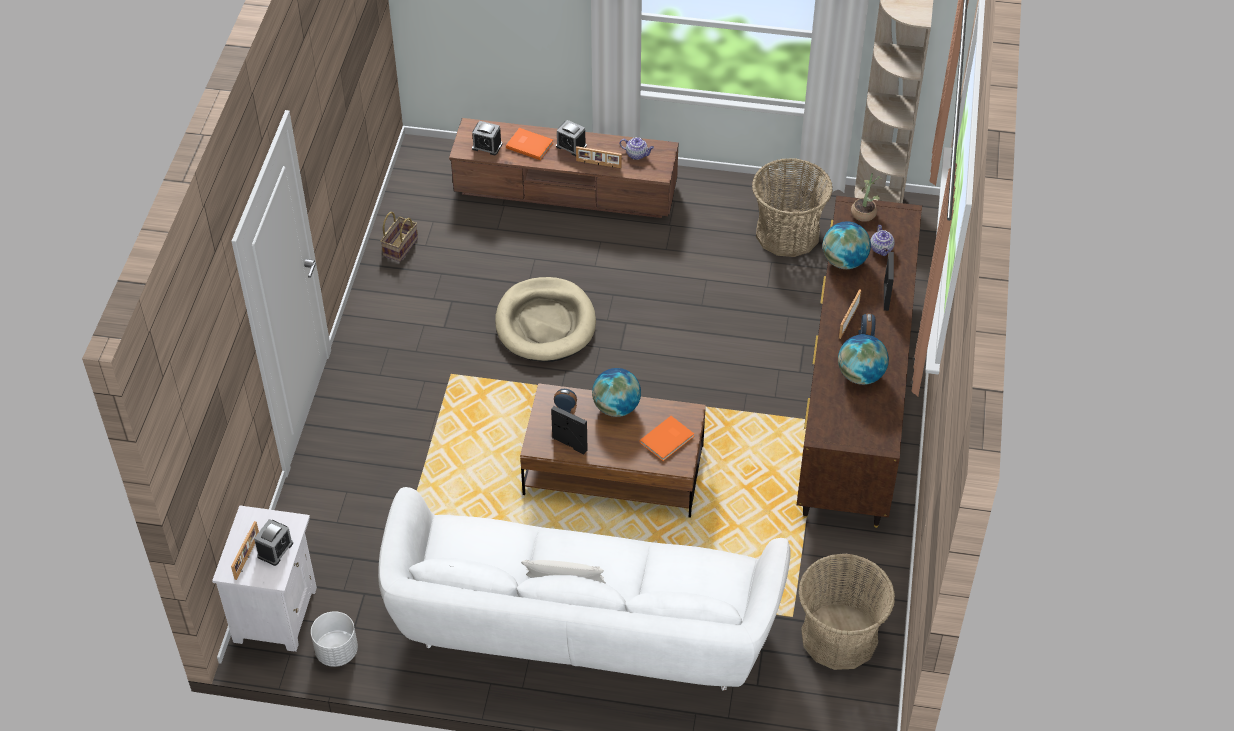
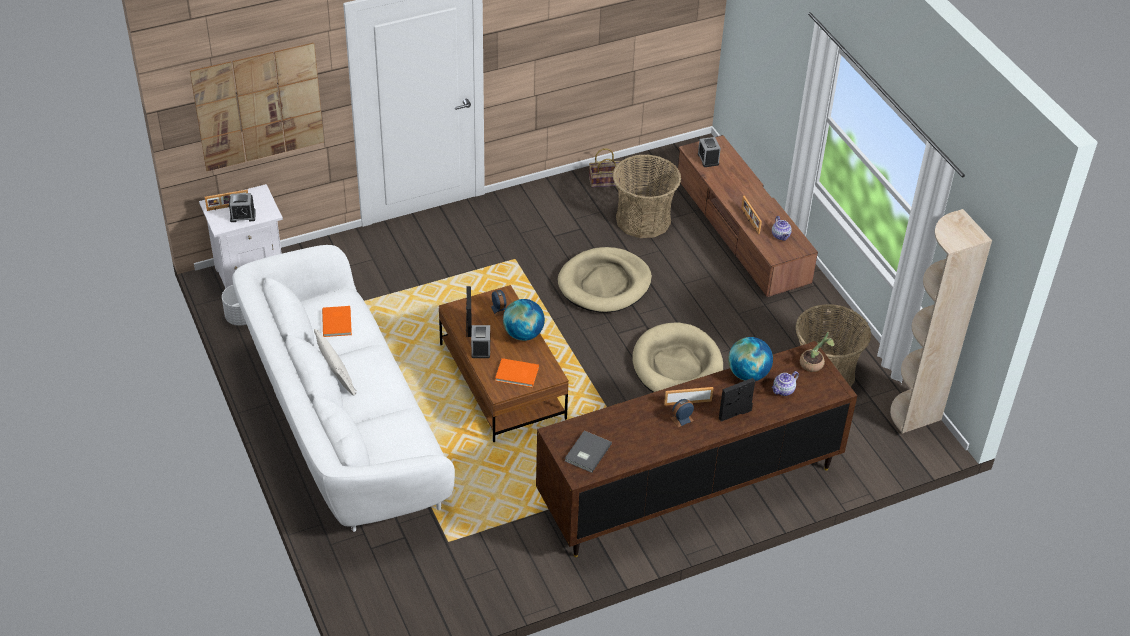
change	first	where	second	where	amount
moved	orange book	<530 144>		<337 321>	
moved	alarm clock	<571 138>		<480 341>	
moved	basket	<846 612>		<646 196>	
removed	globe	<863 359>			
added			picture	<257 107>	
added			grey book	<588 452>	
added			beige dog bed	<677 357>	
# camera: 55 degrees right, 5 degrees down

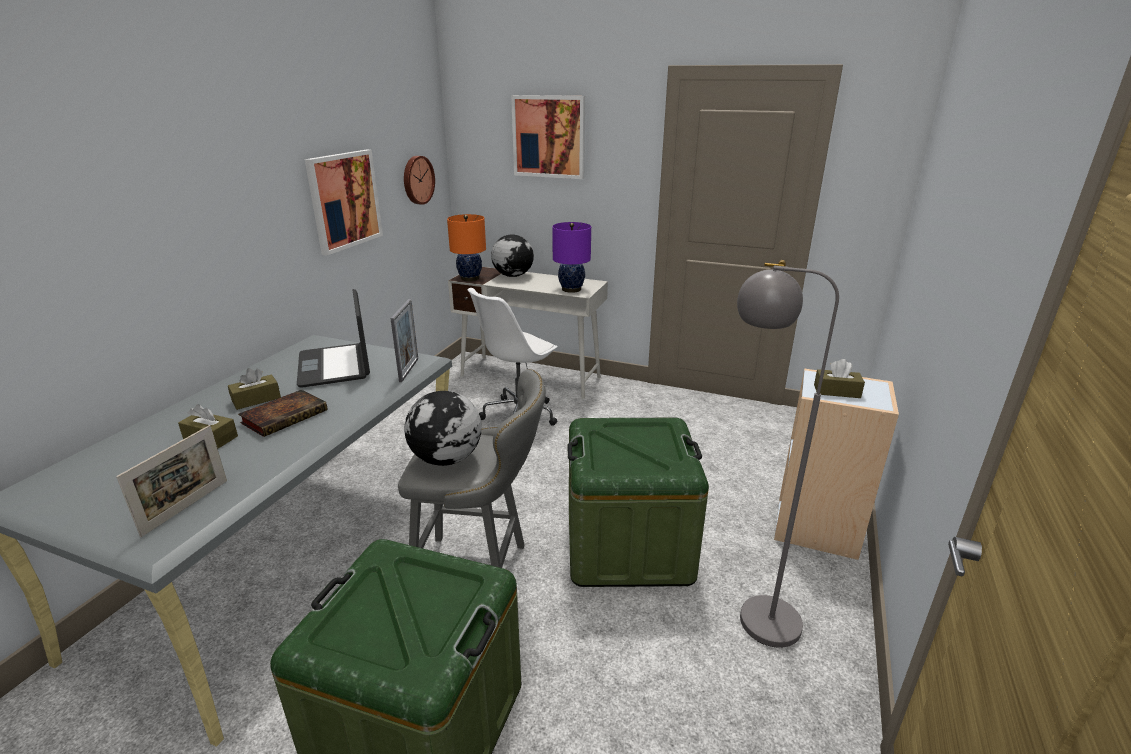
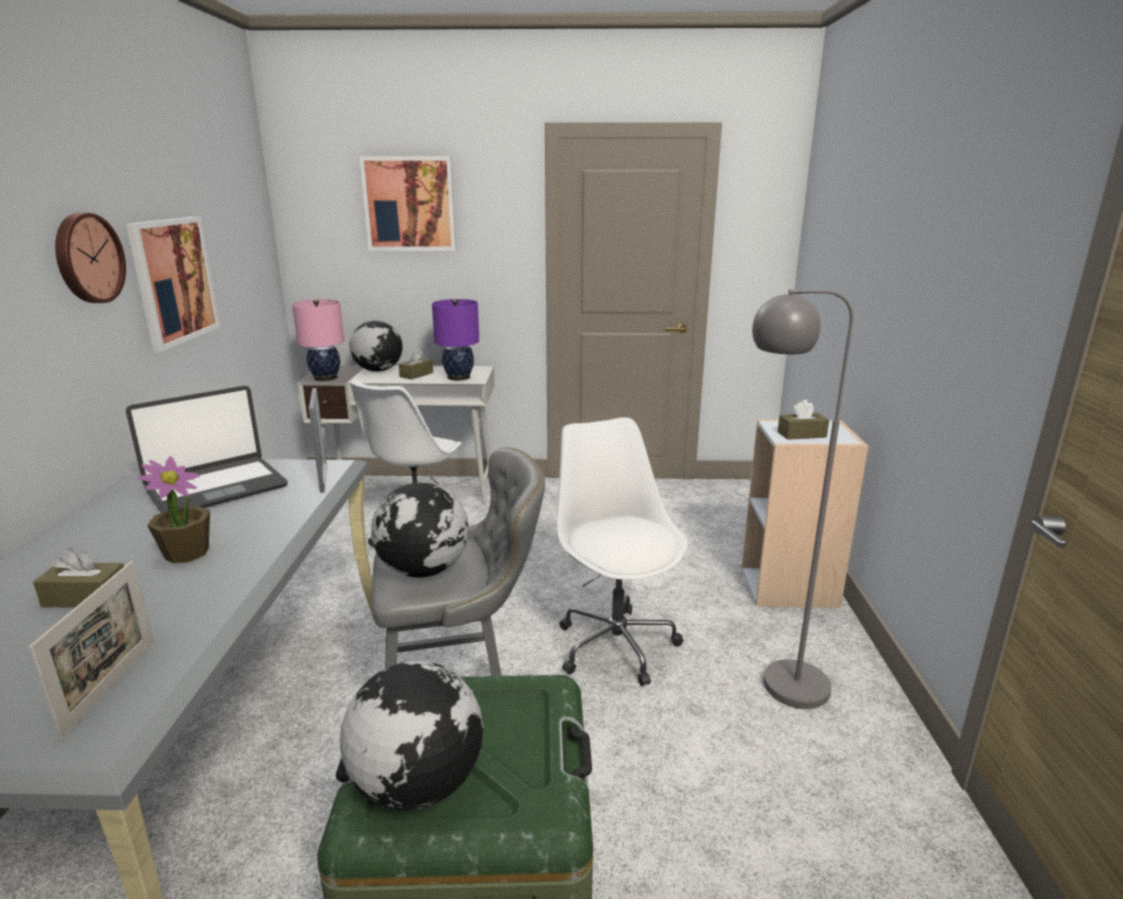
change	first	where	second	where	amount
moved	brown tissue box	<254 389>		<416 364>	
replaced	book	<282 413>	potted plant	<174 509>	
turned	laptop	<333 338>		<207 449>	90 degrees counterclockwise
moved	wall clock	<419 180>		<90 258>	
recoloured	orange table lamp	<466 247>	pink table lamp	<318 340>	
replaced	green storage box	<638 502>	white office chair	<622 551>	
added			globe	<411 735>	
# camera: 20 degrees left, 5 degrees down

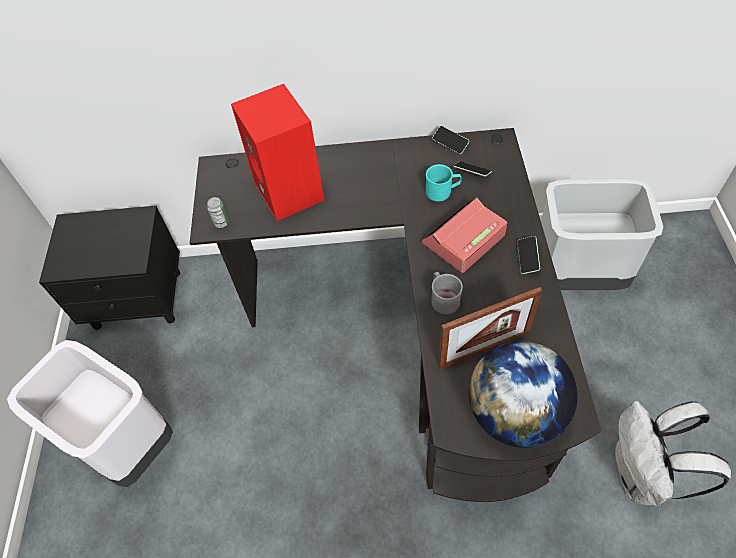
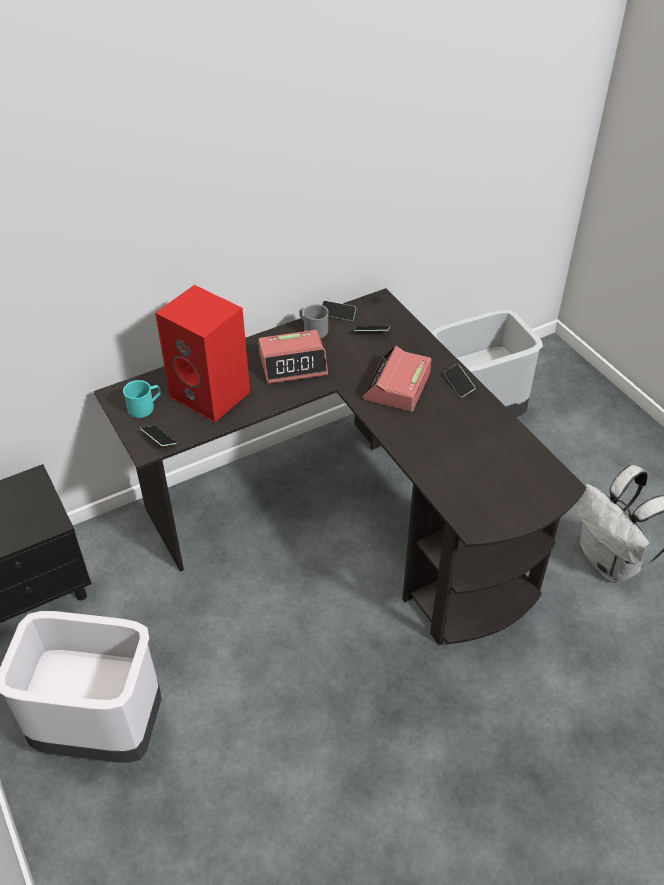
change	first	where	second	where	amount
replaced	can	<217 212>	phone	<158 436>	
moved	turquoise mug	<444 182>		<142 399>	
moved	grey mug	<447 293>		<314 321>	
removed	picture frame	<490 328>			
removed	globe	<523 394>			
added			alarm clock	<293 357>	
# camera: 30 degrees left, 10 degrees down

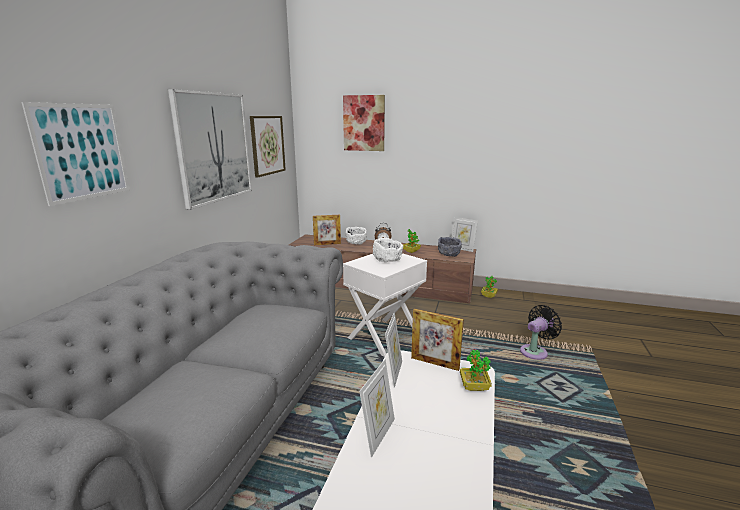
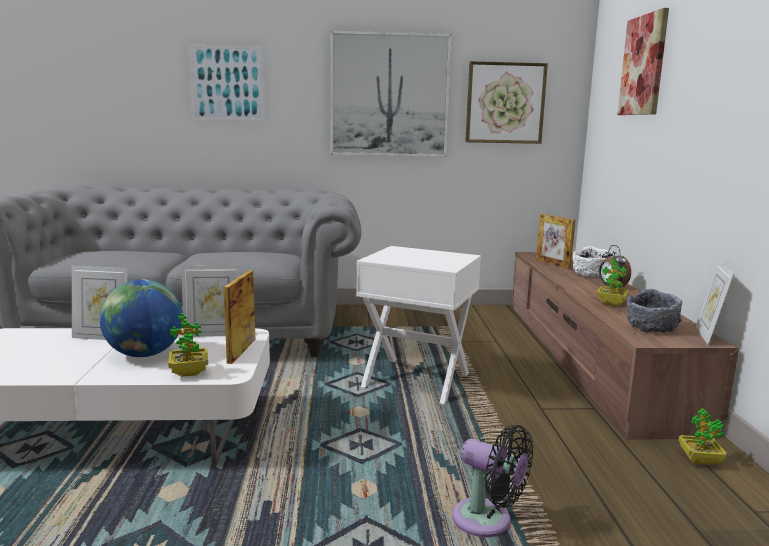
change	first	where	second	where	amount
removed	white bowl	<388 250>			
added			globe	<141 318>	
# camera: 70 degrees right, 5 degrees down

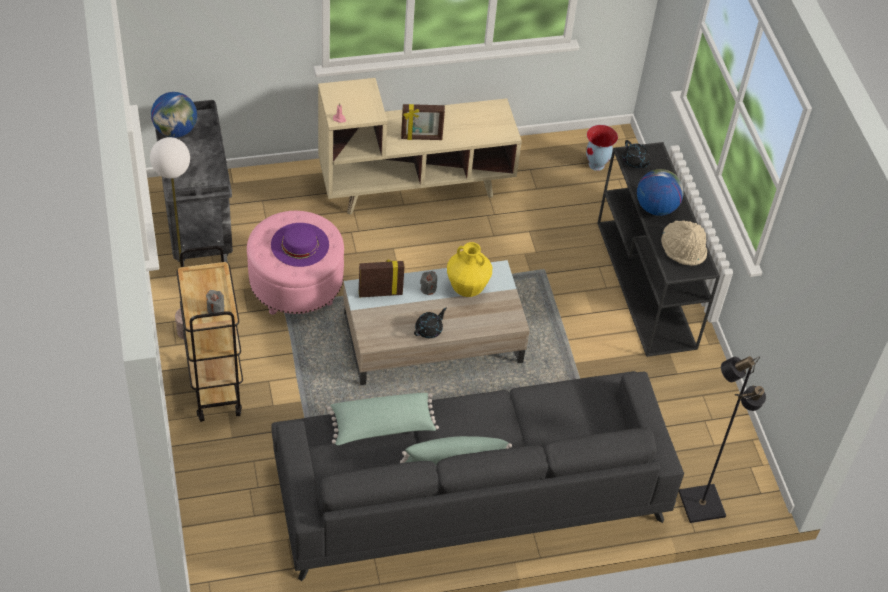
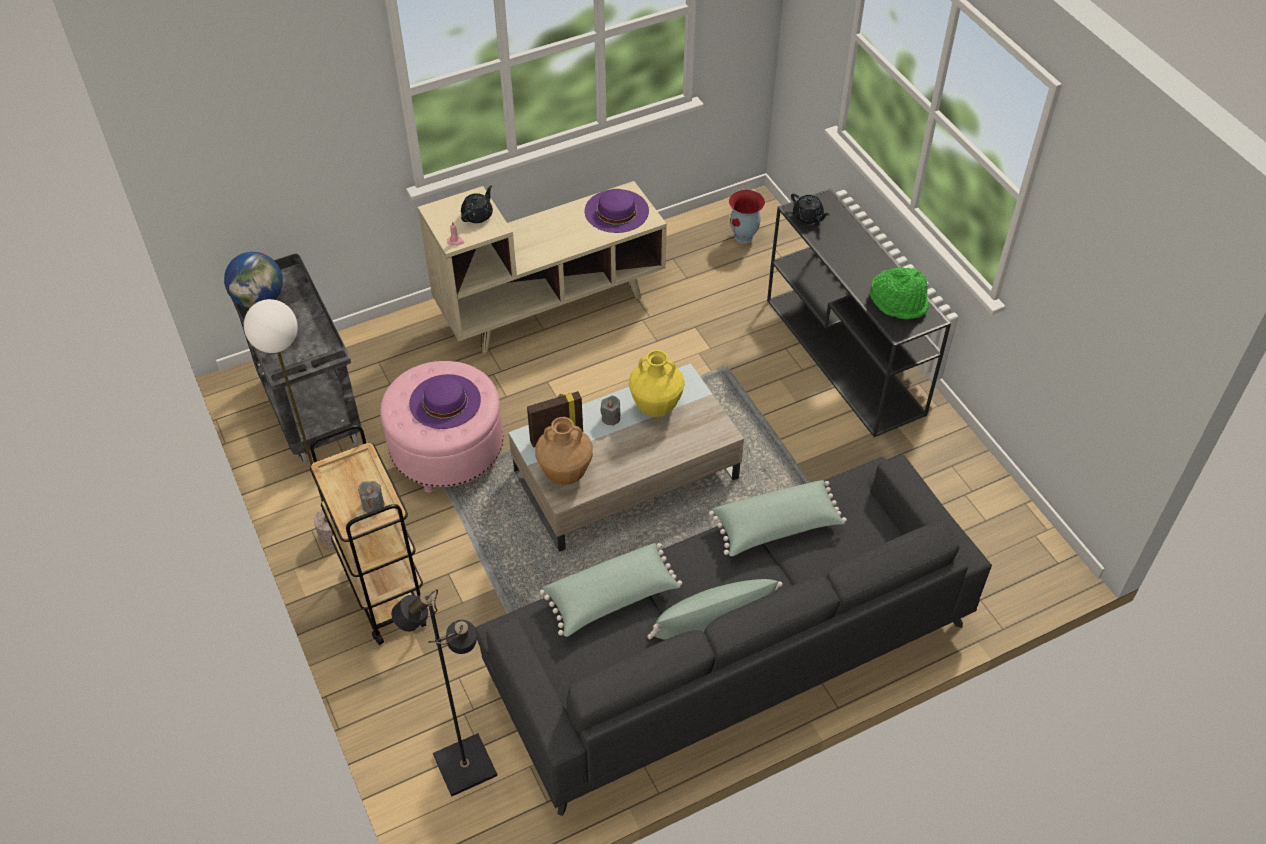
change	first	where	second	where	amount
removed	picture frame	<423 122>			
moved	black teapot	<430 323>		<477 204>	
removed	globe	<660 192>			
recoloured	beige hat	<684 243>	green hat	<899 293>	
moved	black floor lamp	<722 439>		<444 693>	
added			brown vase	<564 451>	
added			purple hat	<617 211>	
added			green pillow	<778 518>	
# camera: 10 degrees left, 0 degrees up

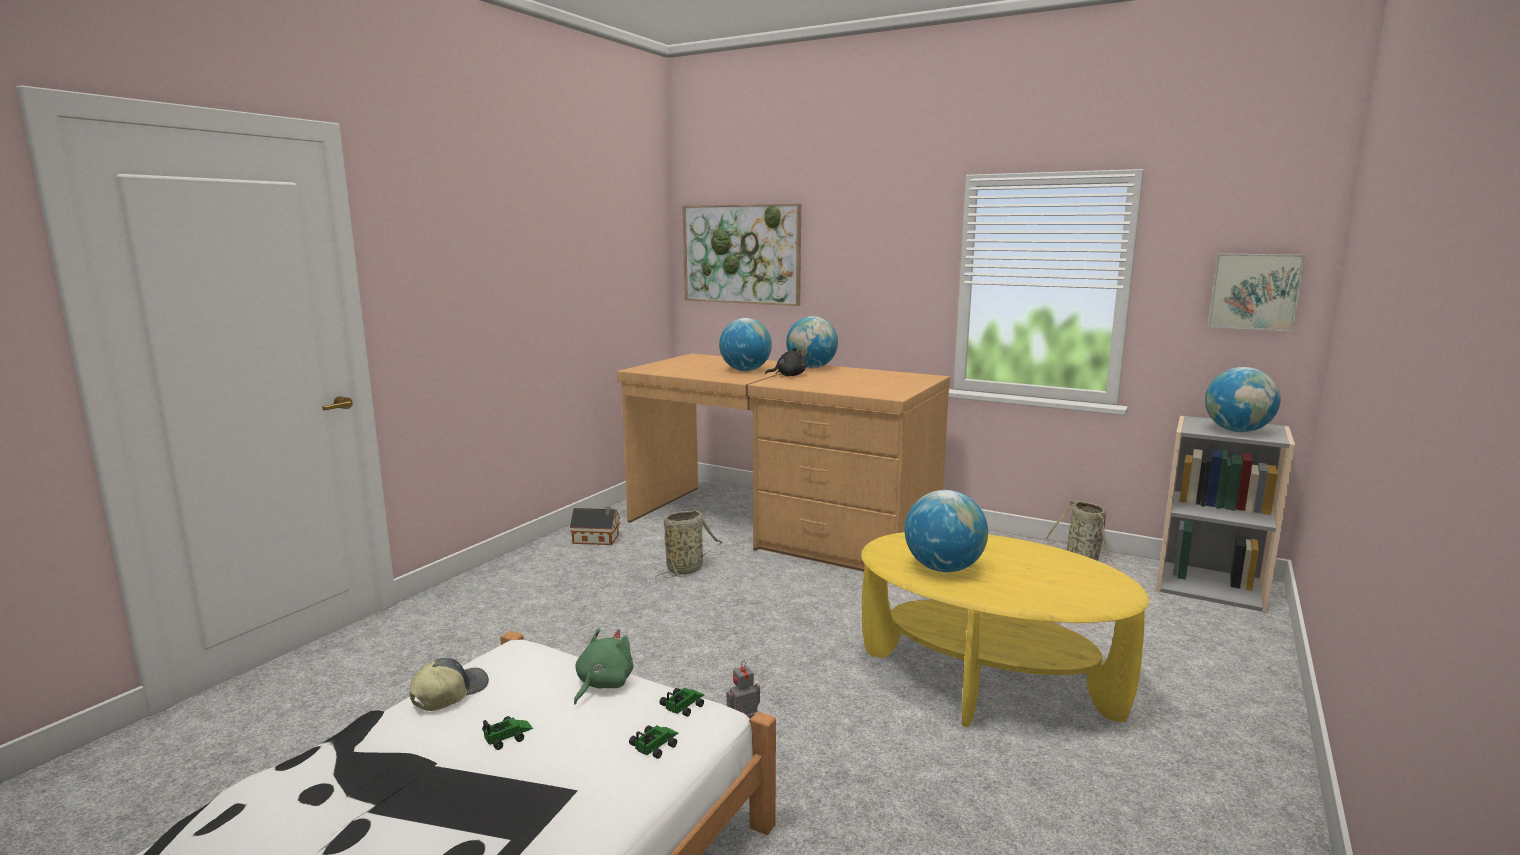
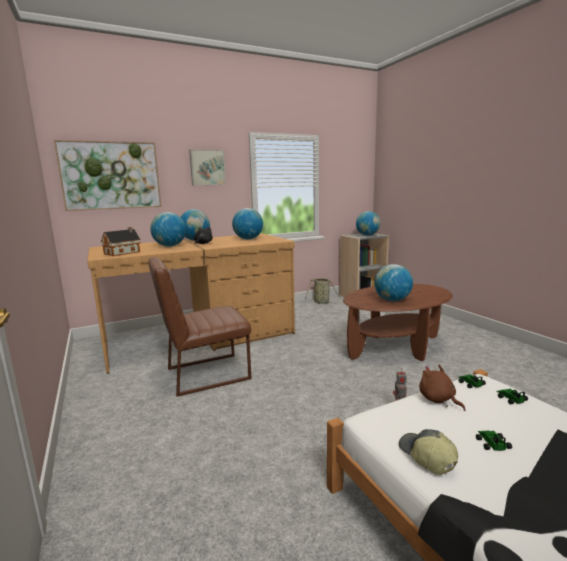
change	first	where	second	where	amount
moved	toy house	<595 526>		<121 241>	
recoloured	green plush toy	<603 666>	brown plush toy	<442 388>	
replaced	basket	<689 544>	brown chair	<199 327>	
recoloured	yellow coffee table	<1005 629>	brown coffee table	<397 322>	
moved	picture	<1256 292>		<207 167>	
added			globe	<247 223>	
# camera: 55 degrees left, 0 degrees up

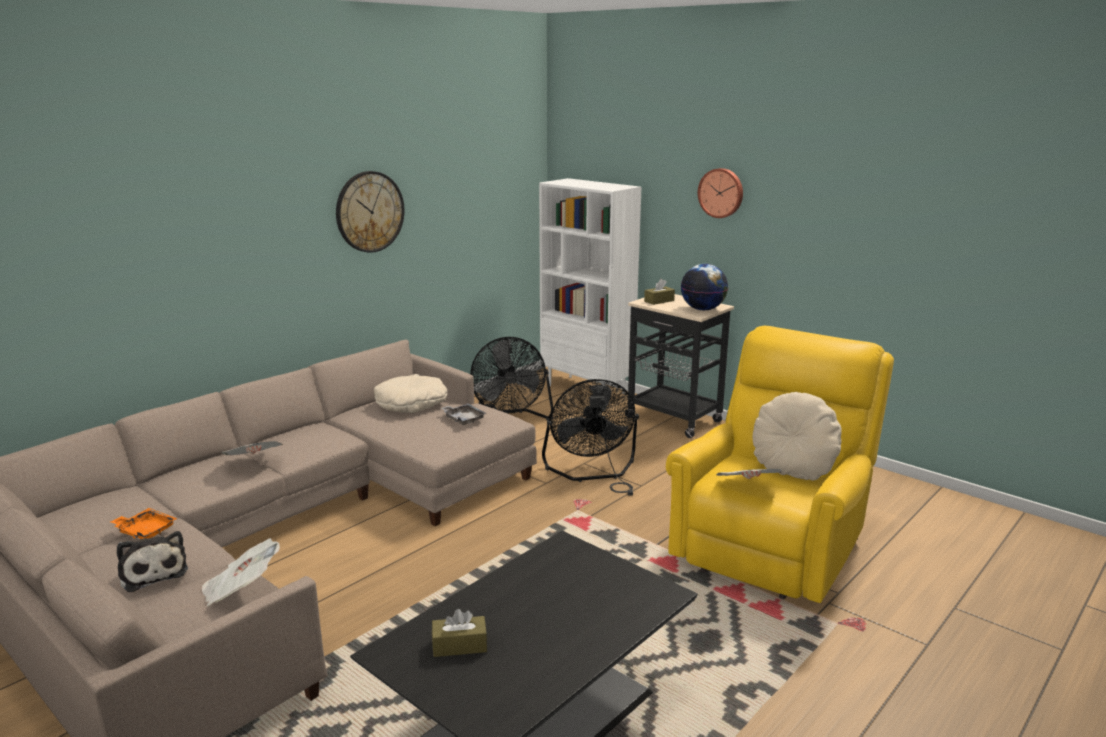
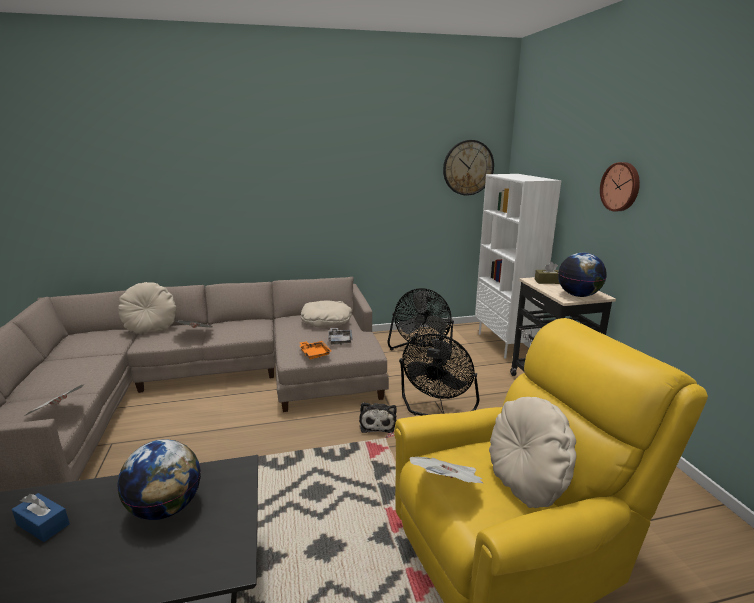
change	first	where	second	where	amount
moved	orange tray	<143 523>		<315 350>	
moved	plush toy	<152 562>		<378 417>	
moved	wall clock	<370 212>		<468 167>	
recoloured	brown tissue box	<459 633>	blue tissue box	<41 517>	
added			globe	<159 479>	
added			beige pillow	<147 308>	
# camera: 35 degrees right, 0 degrees up

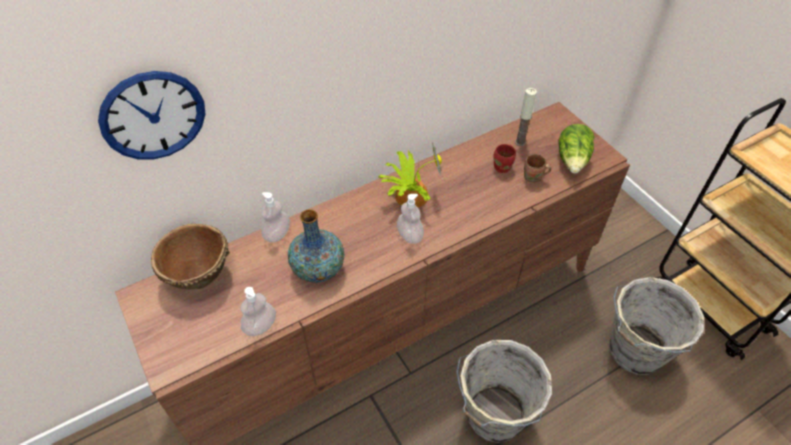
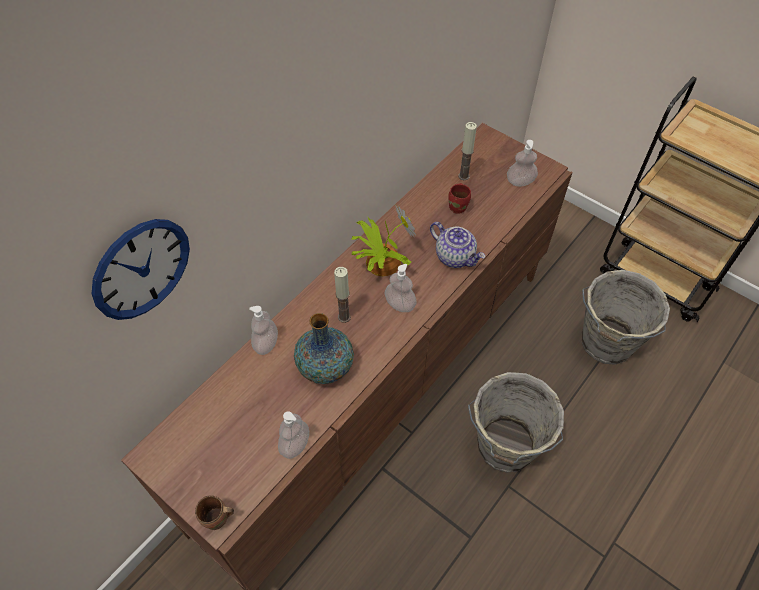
change	first	where	second	where	amount
removed	brown bowl	<190 257>			
moved	brown mug	<537 169>		<214 512>	
replaced	lettuce	<576 149>	soap dispenser	<522 163>	
added			candle	<342 295>	
added			teapot	<457 245>	
# camera: 20 degrees left, 5 degrees up

